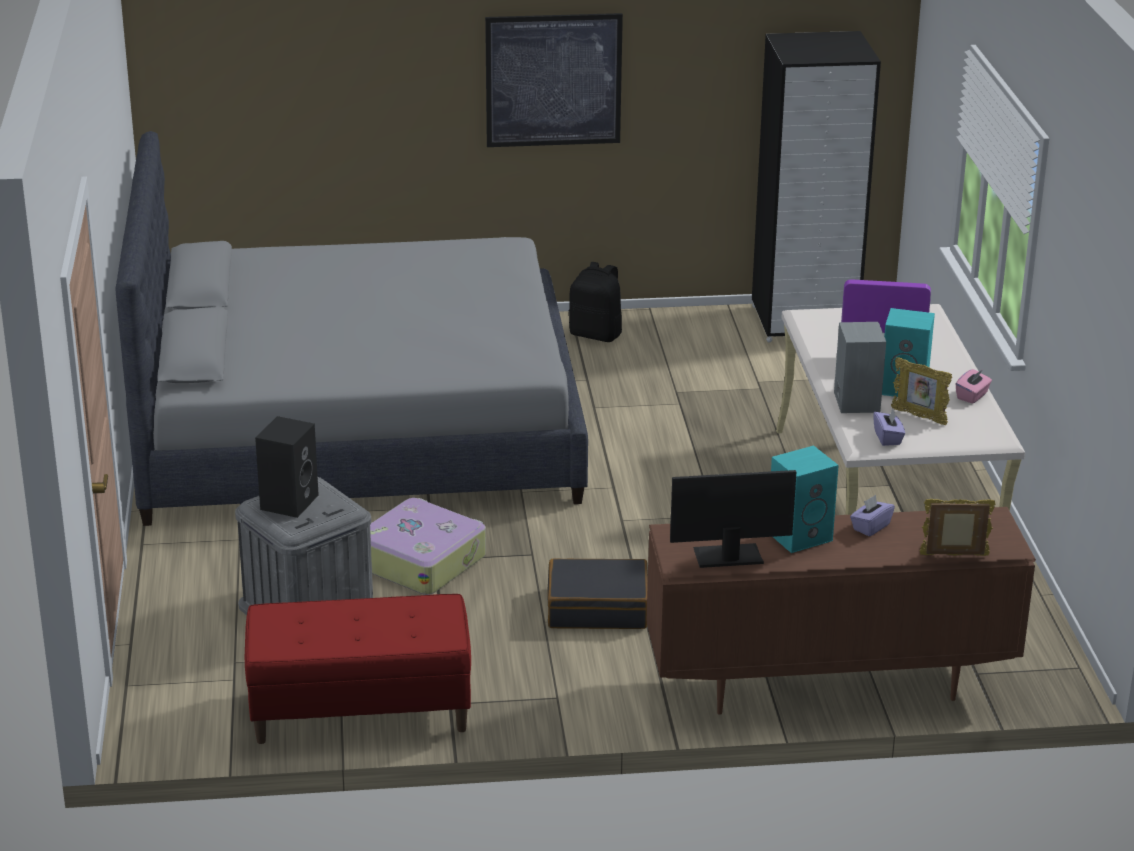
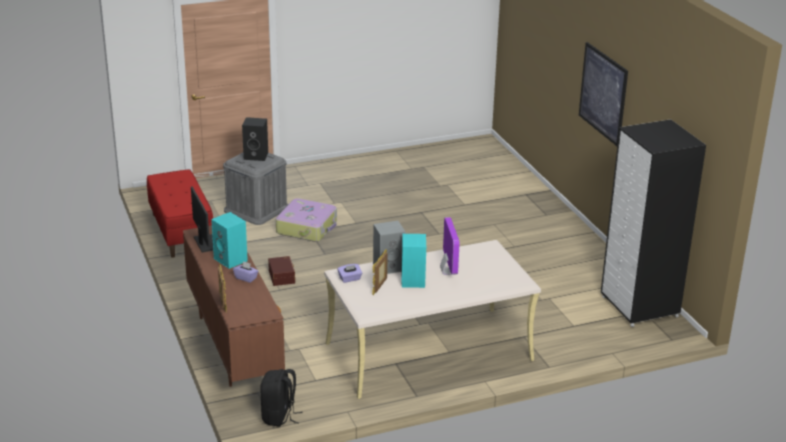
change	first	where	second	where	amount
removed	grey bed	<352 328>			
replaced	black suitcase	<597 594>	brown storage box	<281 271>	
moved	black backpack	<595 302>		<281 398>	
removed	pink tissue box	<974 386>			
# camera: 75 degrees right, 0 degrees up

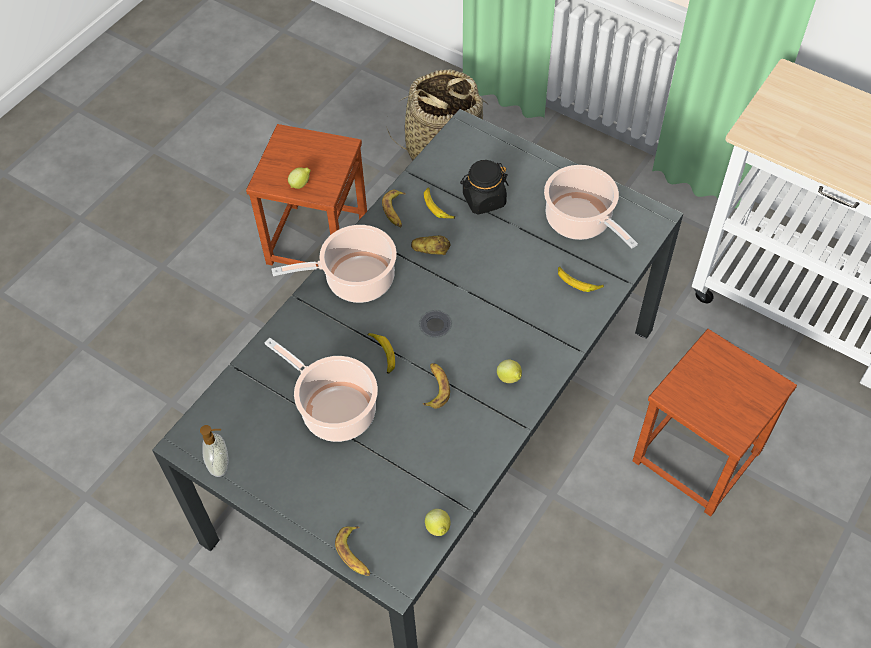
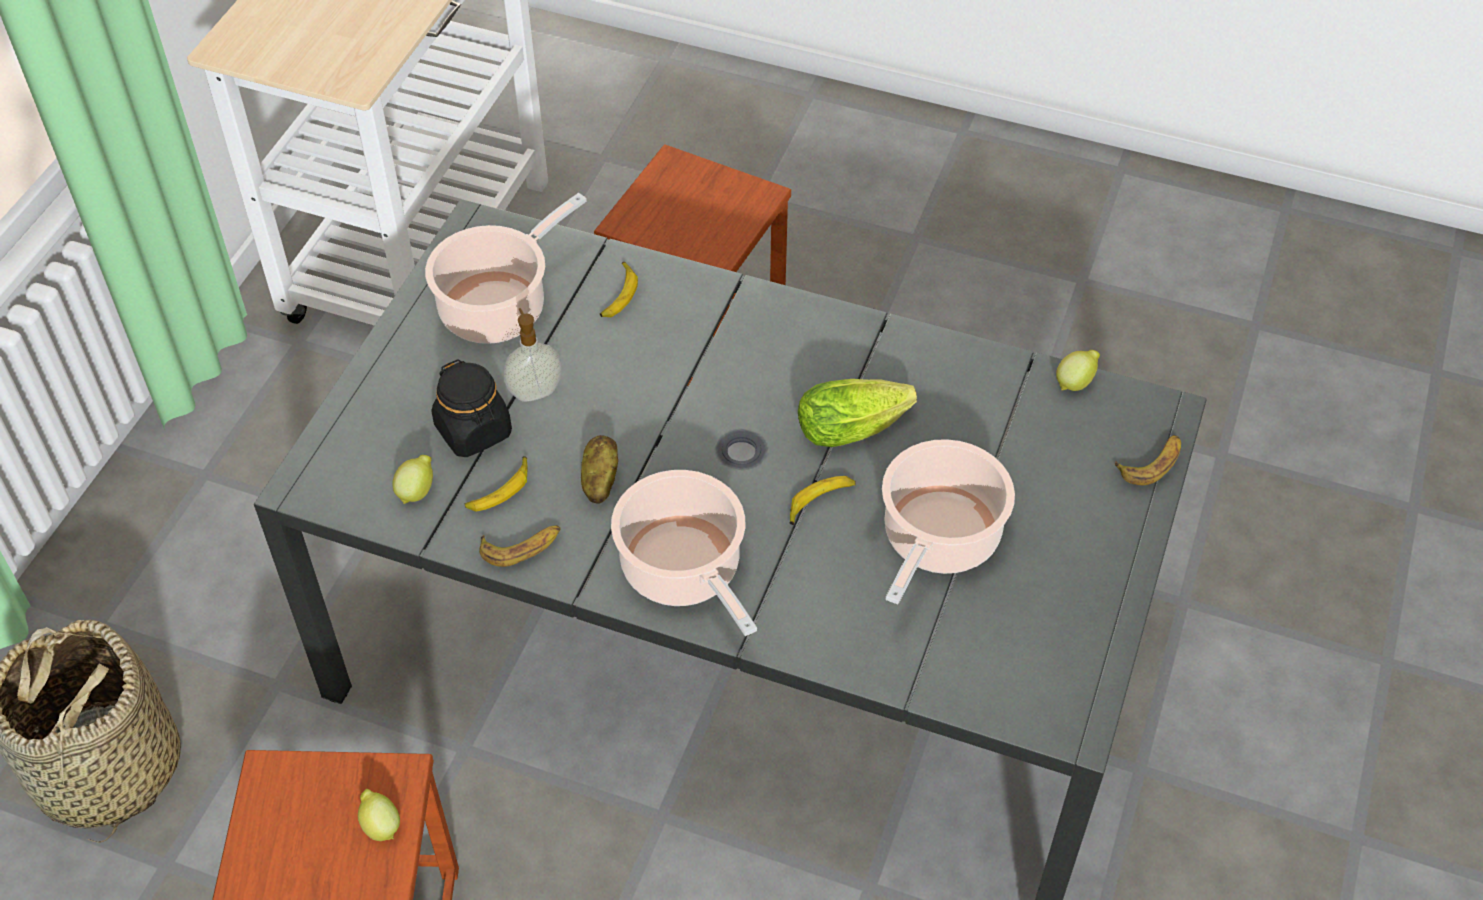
change	first	where	second	where	amount
moved	soap dispenser	<214 451>		<533 355>	
replaced	banana	<436 385>	lettuce	<857 413>	
moved	lemon	<509 371>		<412 479>	
# camera: 105 degrees left, 5 degrees down

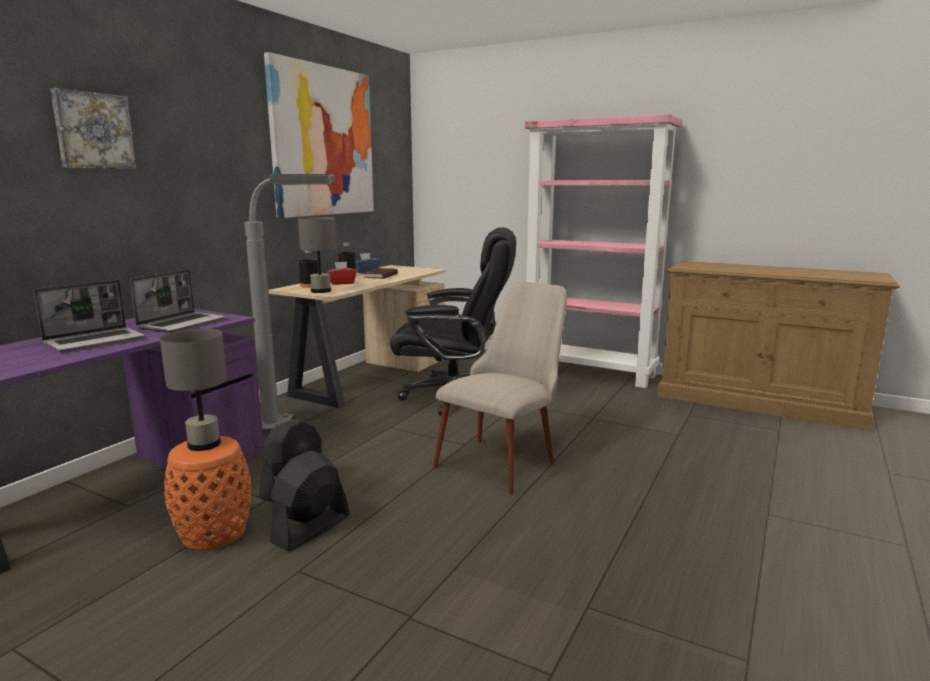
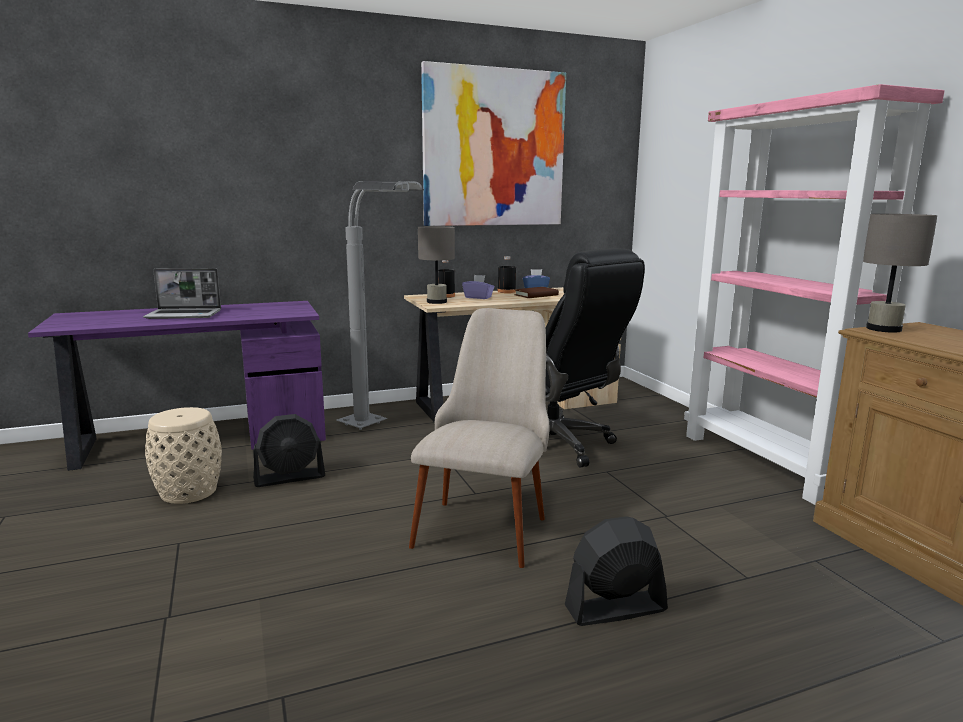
change	first	where	second	where	amount
removed	picture	<93 128>			
removed	laptop	<178 301>			
moved	grey table lamp	<193 390>		<900 273>	
recoloured	orange stool	<207 493>	beige stool	<183 455>	
moved	black fan	<310 501>		<616 571>	
recoloured	red tissue box	<341 273>	purple tissue box	<478 287>	
turned	beige chair	<500 388>		<479 438>	60 degrees counterclockwise
# camera: 40 degrees right, 0 degrees up

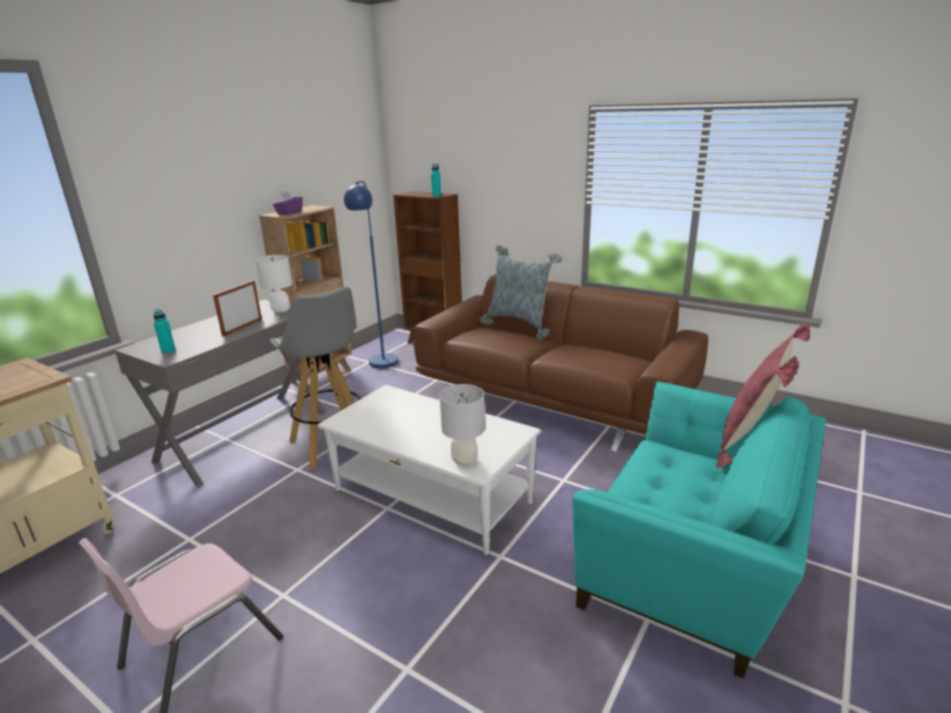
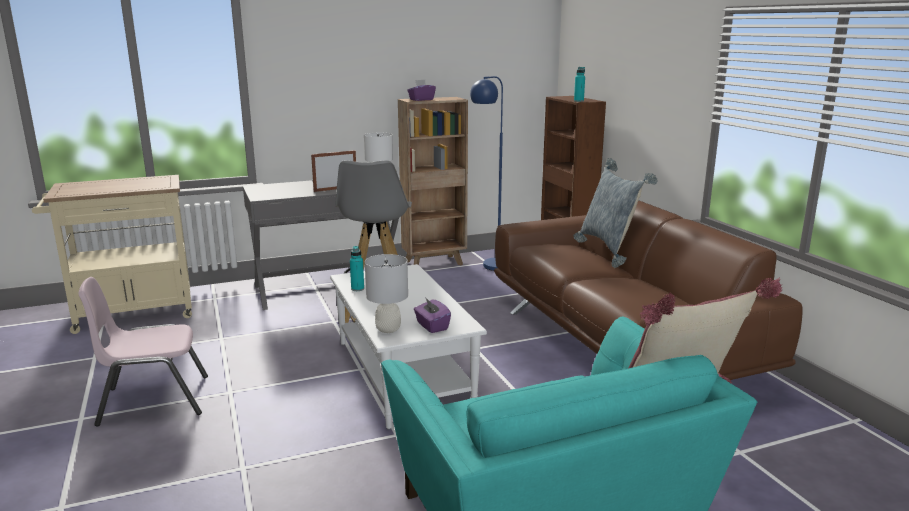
change	first	where	second	where	amount
moved	turquoise bottle	<164 331>		<357 268>	
added			purple tissue box	<432 315>	
# camera: 35 degrees right, 5 degrees down

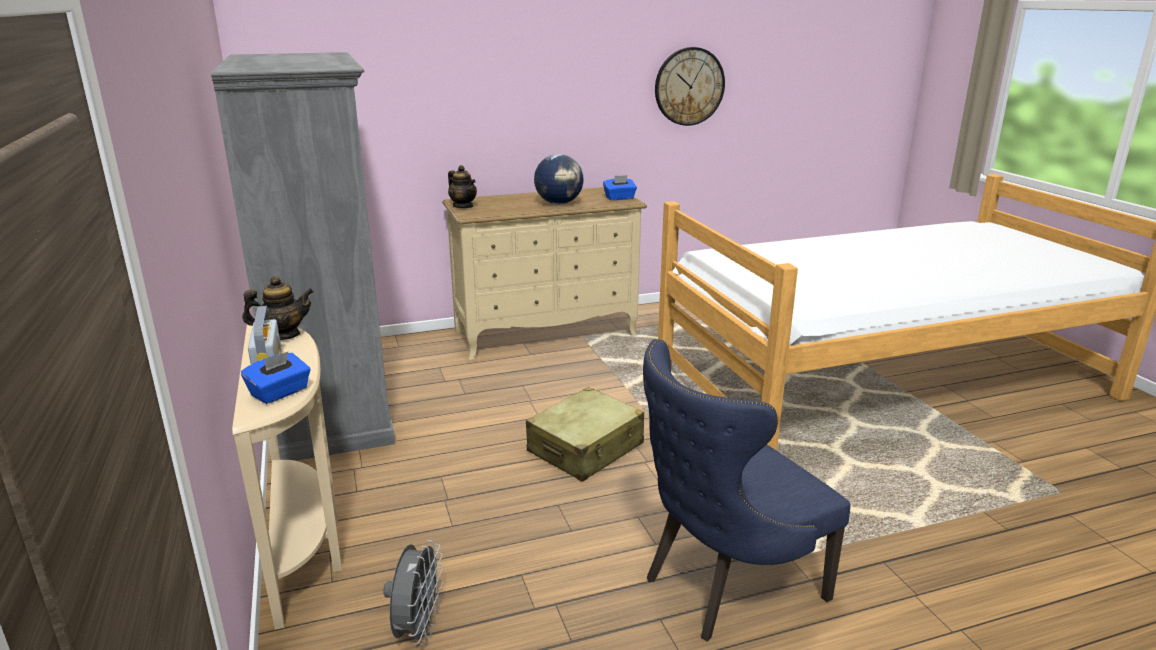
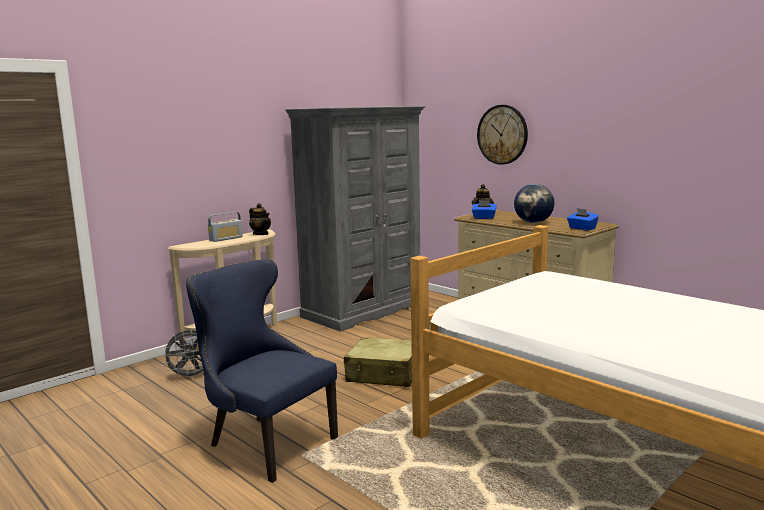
change	first	where	second	where	amount
moved	blue tissue box	<276 378>		<484 209>	
moved	wall clock	<690 86>		<502 135>	
# camera: 65 degrees right, 10 degrees down

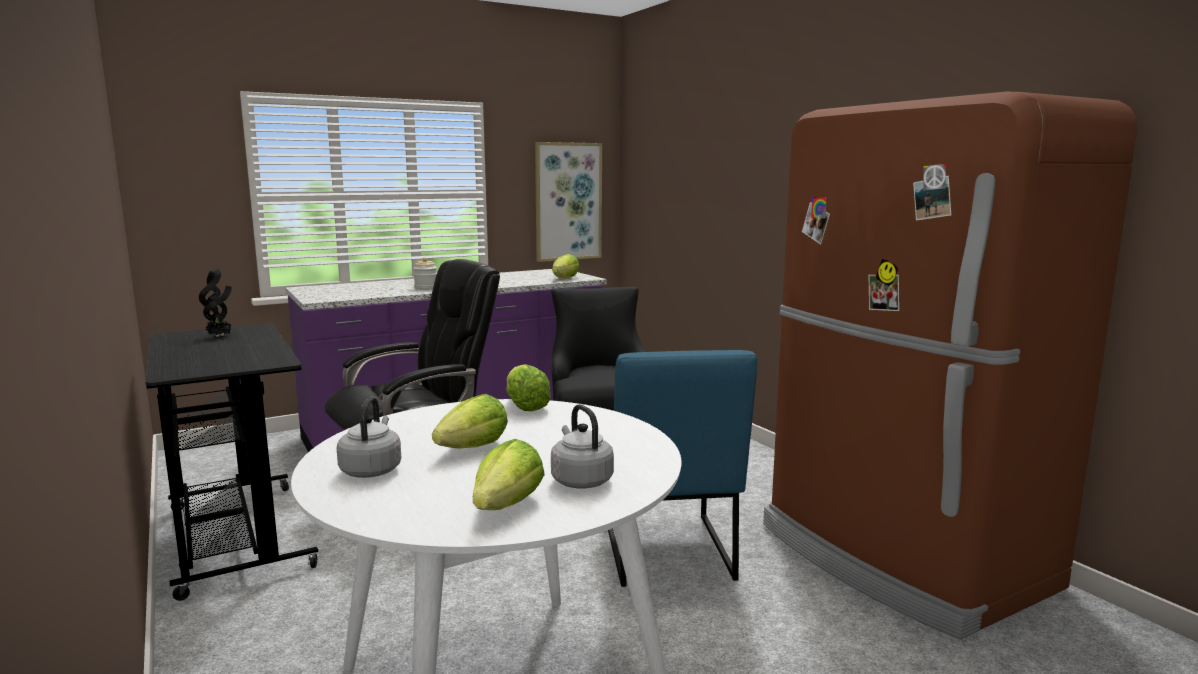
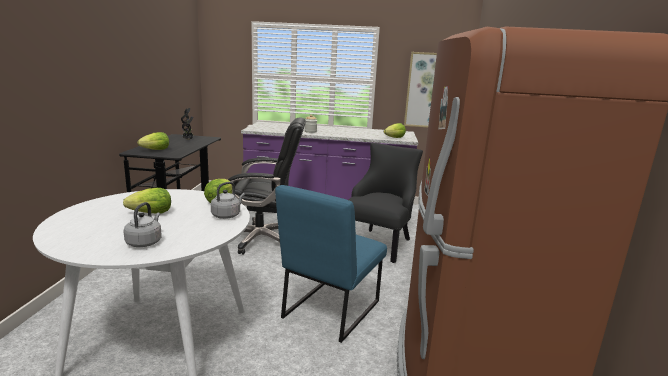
change	first	where	second	where	amount
moved	grey kettle	<369 437>		<228 200>	
moved	lettuce	<509 474>		<153 141>	
# camera: 35 degrees right, 5 degrees up

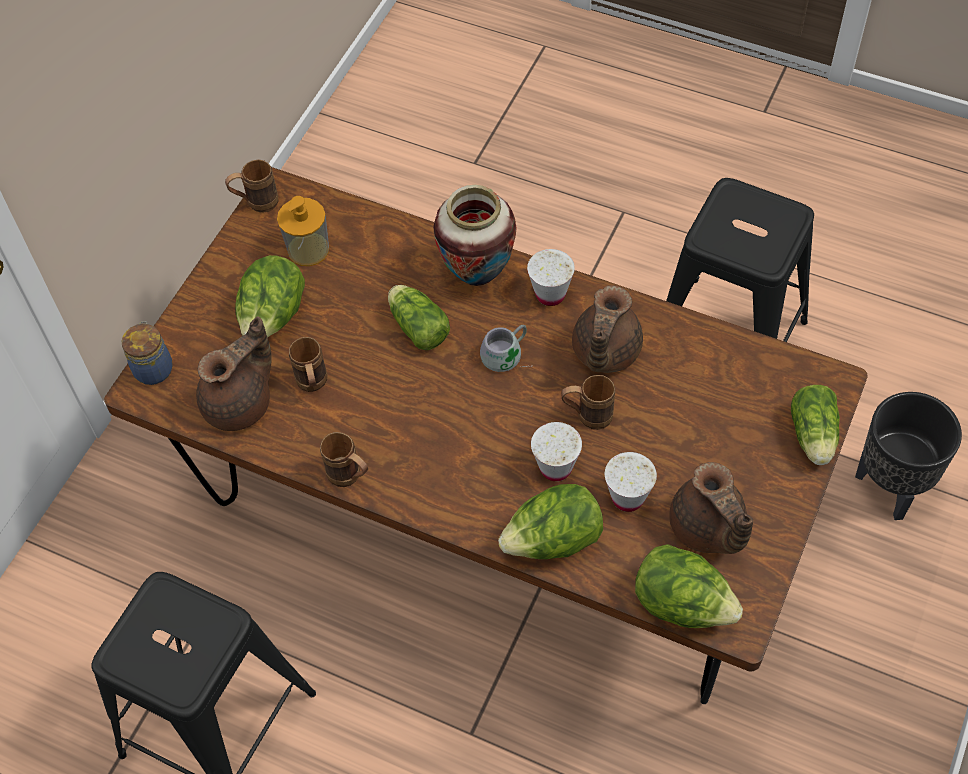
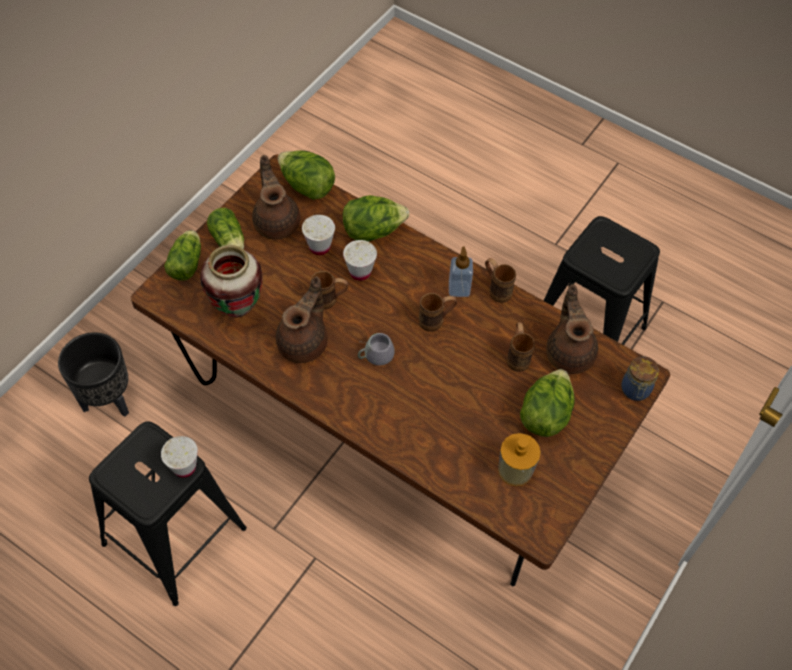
change	first	where	second	where	amount
turned	brown teapot	<233 373>		<572 329>	120 degrees clockwise
moved	brown mug	<251 186>		<438 312>	
moved	lettuce	<419 317>		<225 229>	
moved	vase	<475 235>		<231 281>	
moved	white cup	<551 277>		<179 457>	
added			soap dispenser	<461 272>	
# camera: 175 degrees left, 0 degrees up

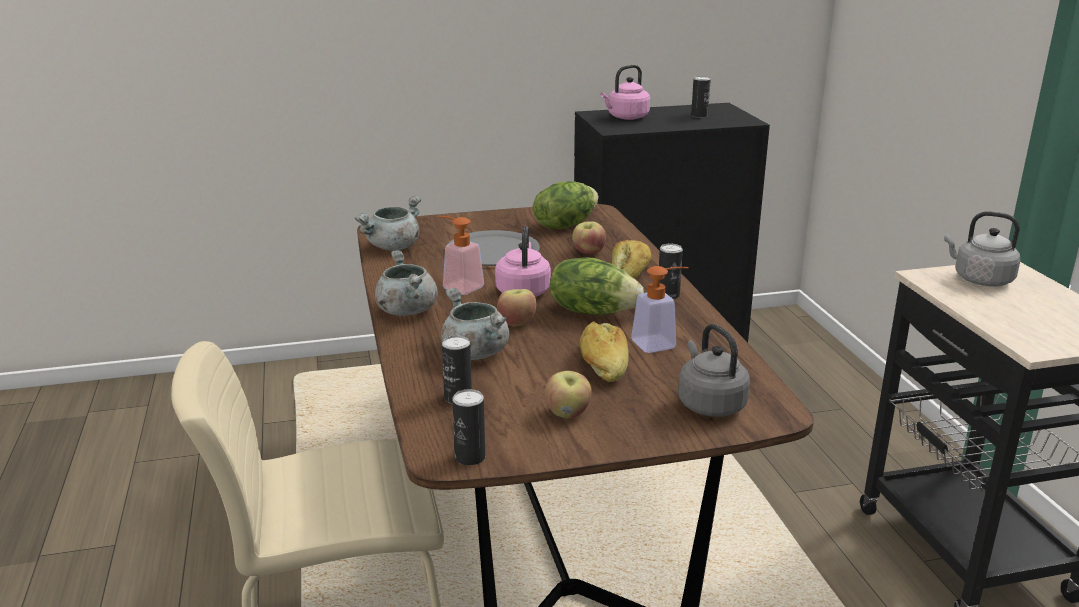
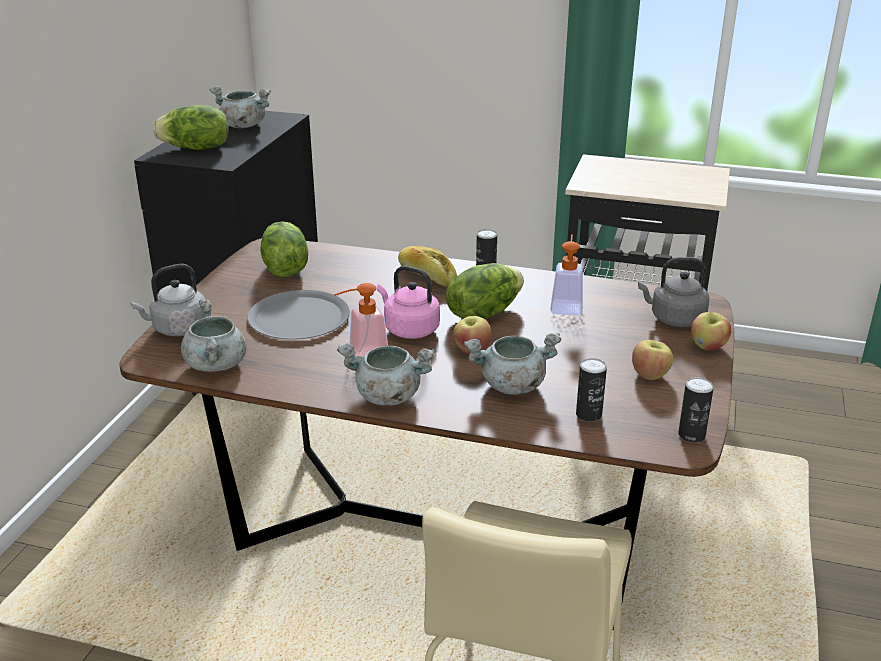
change	first	where	second	where	amount
moved	apple	<589 237>		<711 331>	
removed	bread	<604 351>			
replaced	pink kettle	<625 92>	lettuce	<191 127>	
replaced	can	<701 97>	grey cooking pot	<240 107>	
moved	grey kettle	<982 248>		<168 300>	
# camera: 60 degrees left, 5 degrees up

